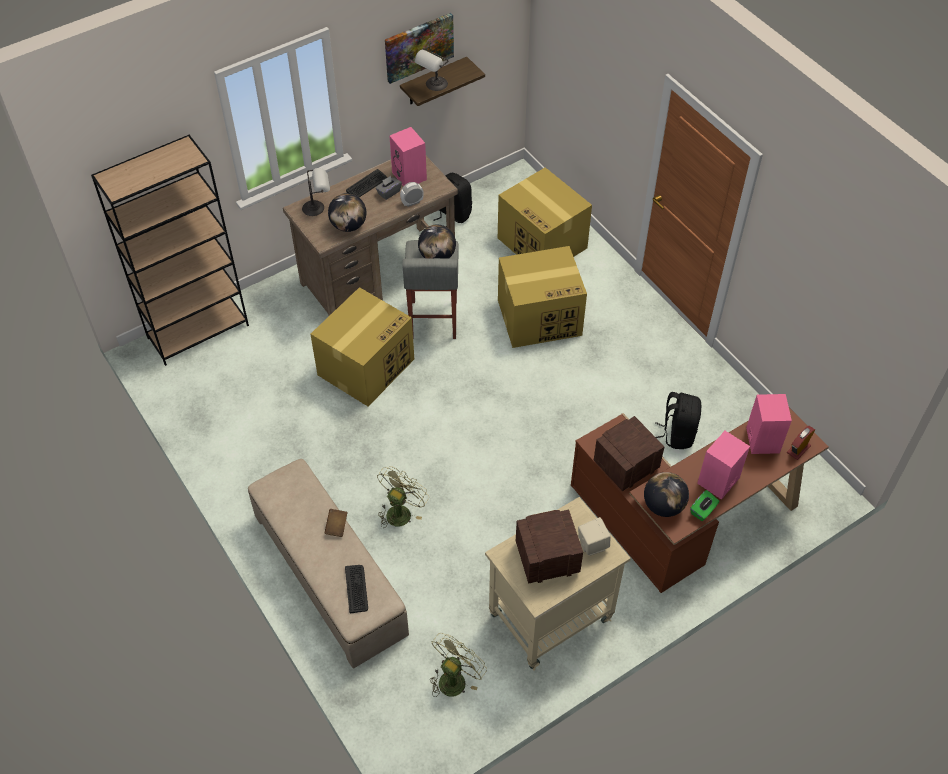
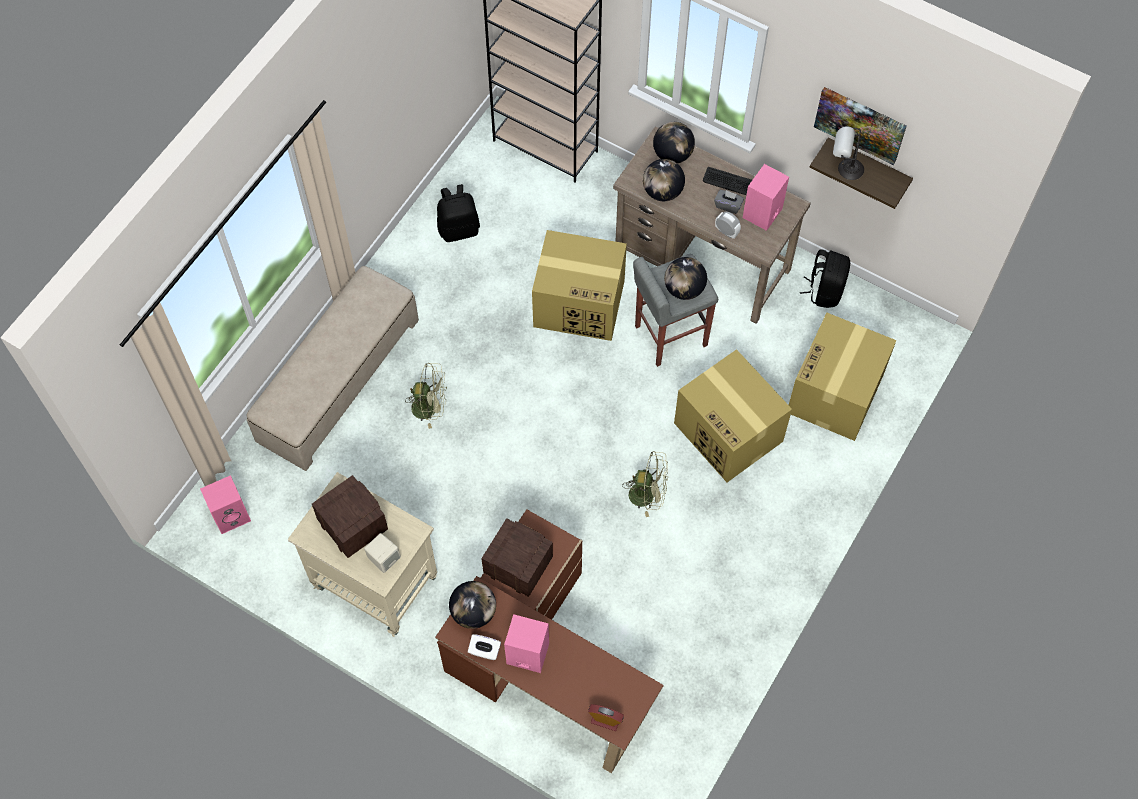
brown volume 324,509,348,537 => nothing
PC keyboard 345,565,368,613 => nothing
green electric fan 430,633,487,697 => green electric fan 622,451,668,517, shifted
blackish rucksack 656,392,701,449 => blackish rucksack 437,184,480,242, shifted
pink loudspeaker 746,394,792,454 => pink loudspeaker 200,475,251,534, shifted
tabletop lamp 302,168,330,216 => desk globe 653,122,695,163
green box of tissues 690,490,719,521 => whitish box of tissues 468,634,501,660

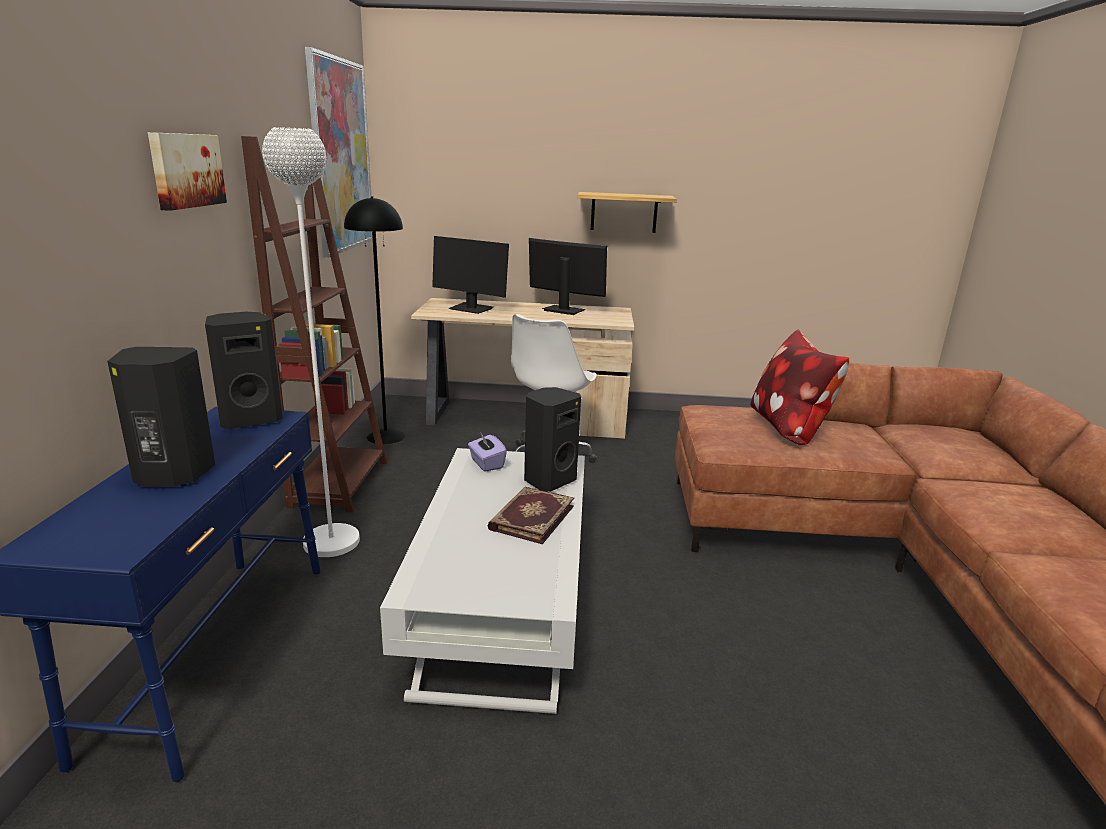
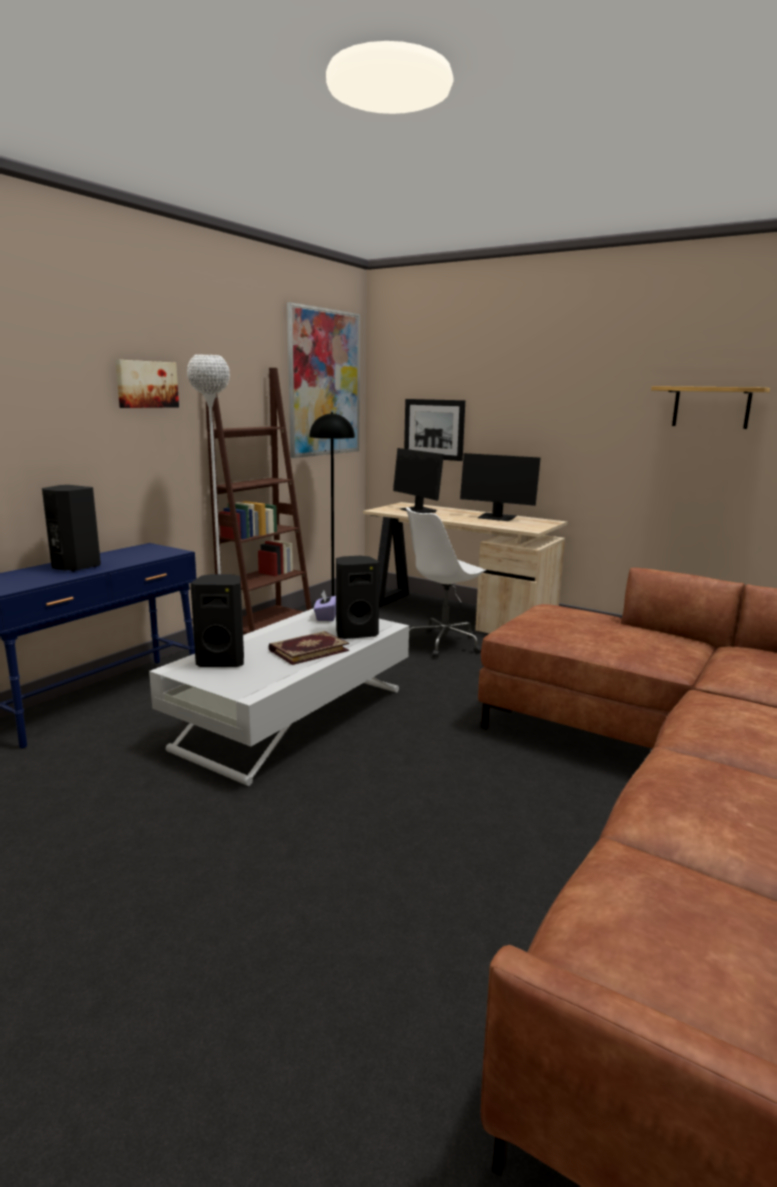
cushion 750,329,849,445 => nothing
nothing => wall art 404,399,465,461
blackish loudspeaker 205,312,283,429 => blackish loudspeaker 190,574,244,667, shifted
wall shelf 577,192,677,233 => wall shelf 651,386,770,429, shifted
computer screen 529,238,607,315 => computer screen 460,453,541,521, 150 degrees clockwise

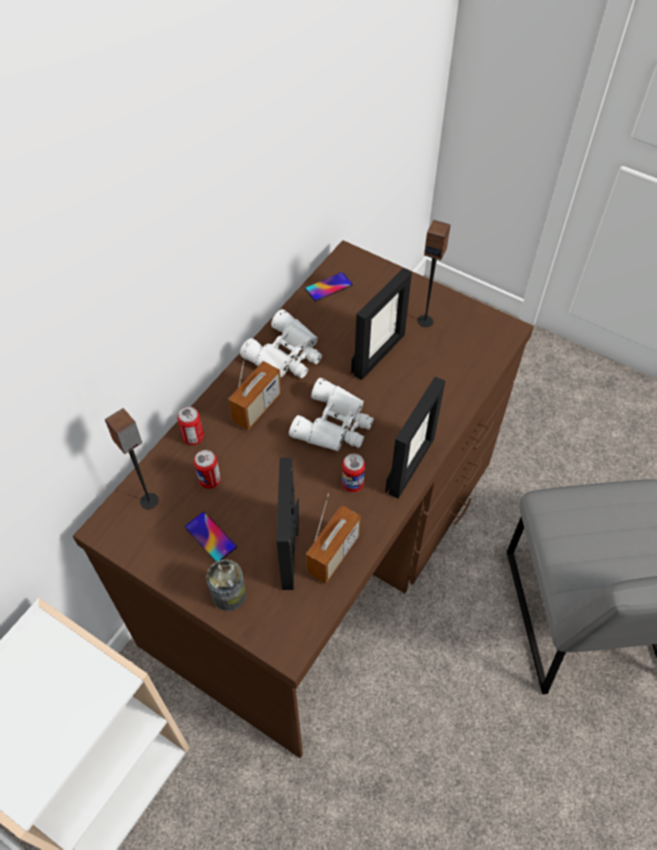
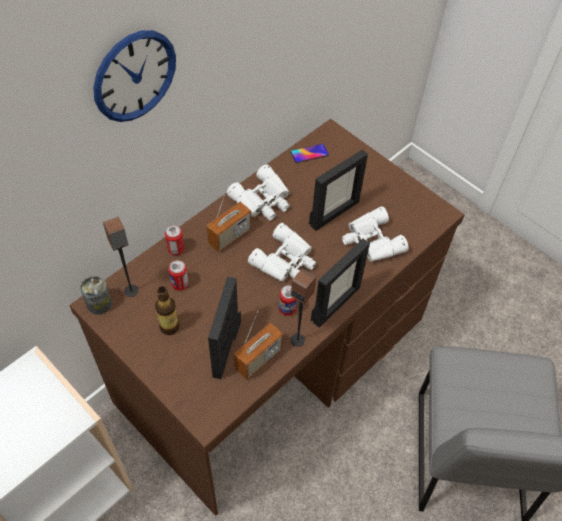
nothing => clock on the wall 93,30,176,122
nothing => whitish field glasses 342,206,409,262
metal can 206,560,246,611 => metal can 80,276,112,315, shifted
loudspeaker 417,220,451,327 => loudspeaker 290,268,316,347, shifted
telephone 184,512,237,562 => drink bottle 155,286,179,335

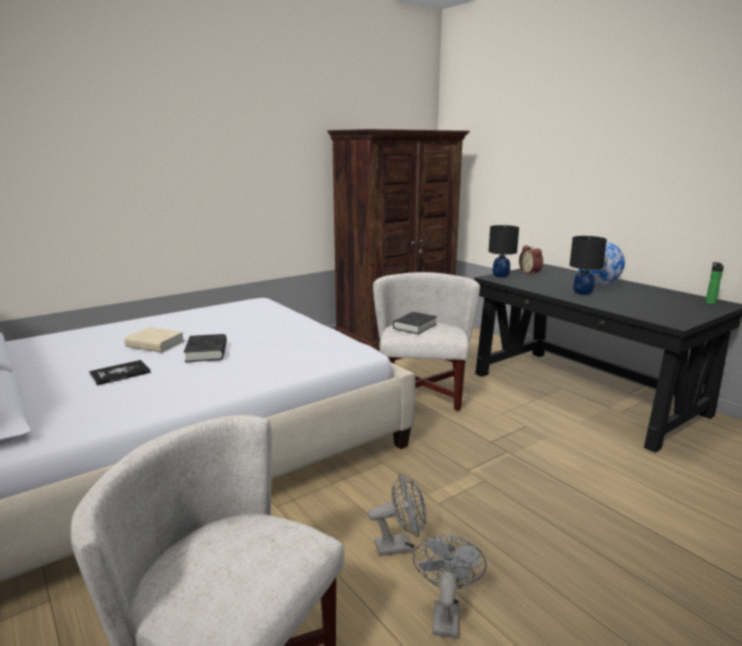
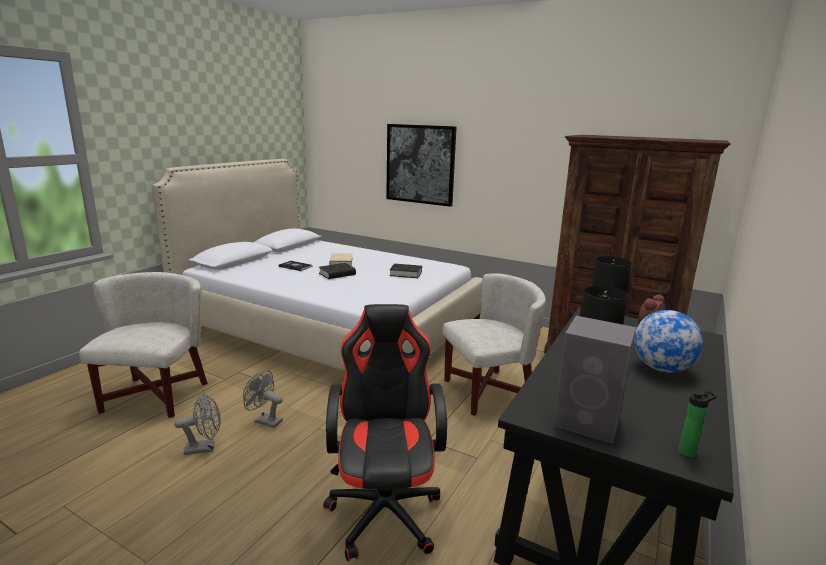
nothing => blackish desk chair 323,304,447,562
nothing => wall art 386,124,457,207
nothing => greyish loudspeaker 553,316,636,444
blackish volume 393,312,437,334 => blackish volume 390,264,422,278, shifted
greyish electric fan 368,473,426,556 => greyish electric fan 243,370,283,428, 150 degrees clockwise

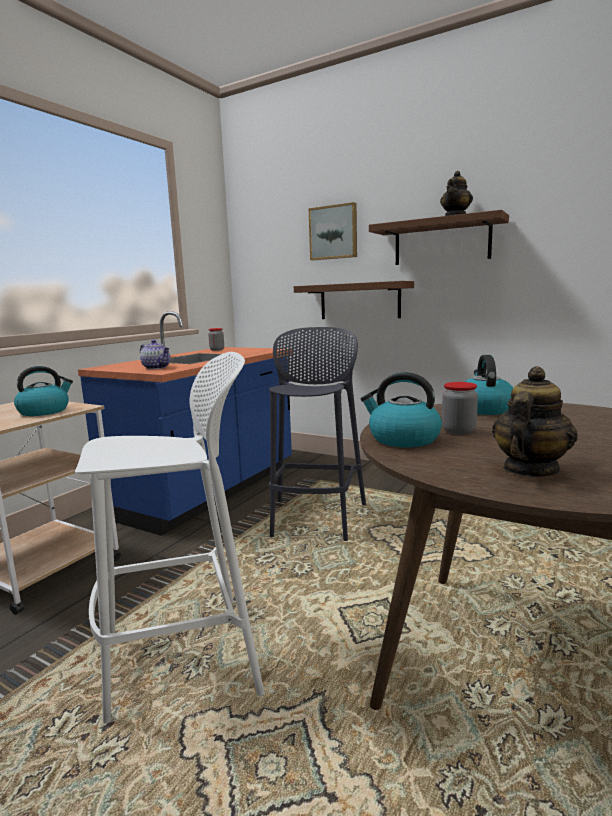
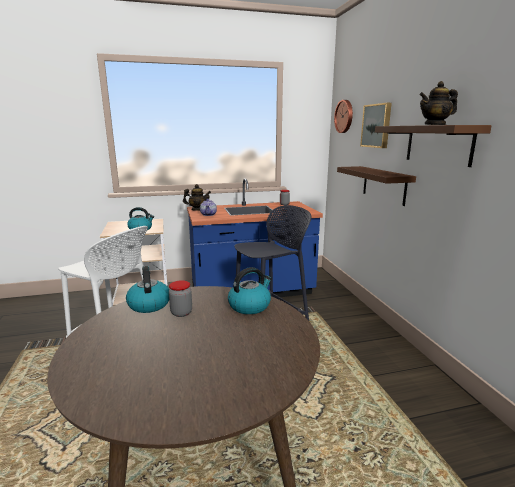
nothing => clock on the wall 334,100,353,133
pot for tea 492,366,578,477 => pot for tea 183,184,211,211, shifted

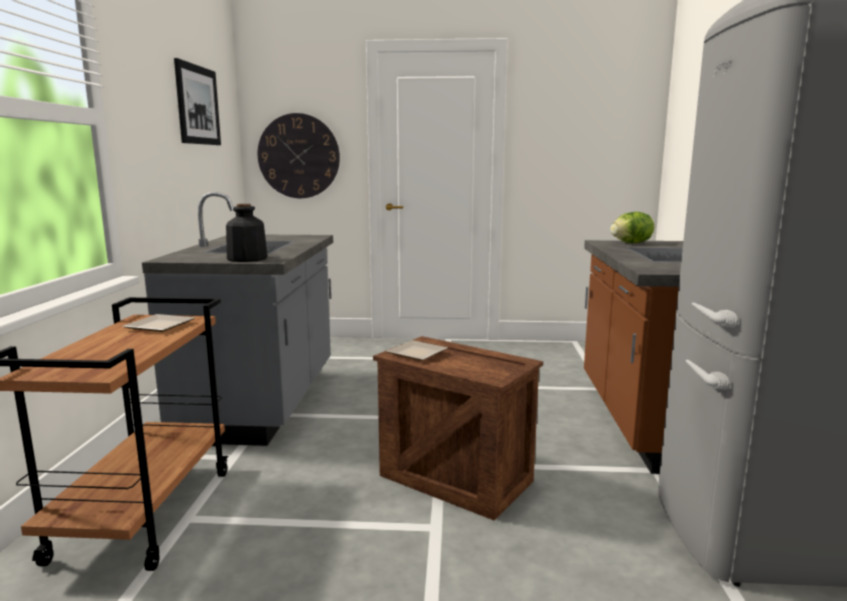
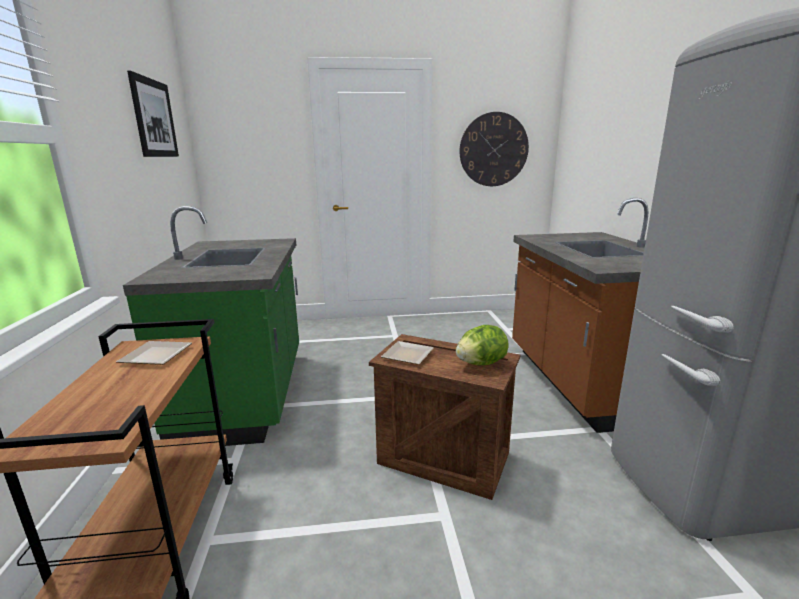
drink bottle 226,204,268,262 => nothing
clock on the wall 257,113,340,198 => clock on the wall 459,112,529,186, shifted
head of lettuce 610,212,654,243 => head of lettuce 456,325,509,366, shifted
greyish counter 142,192,333,446 => green counter 123,206,299,446

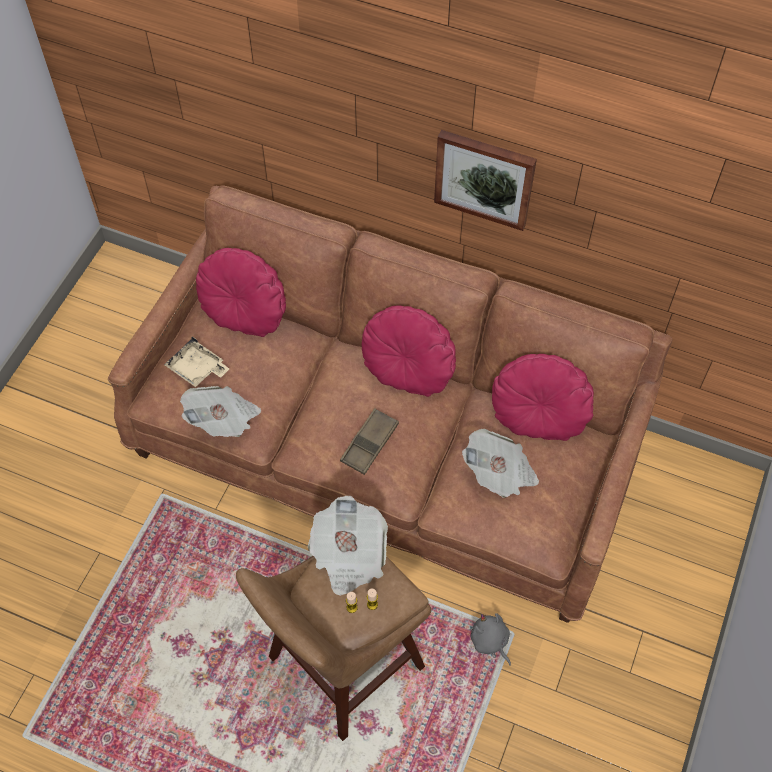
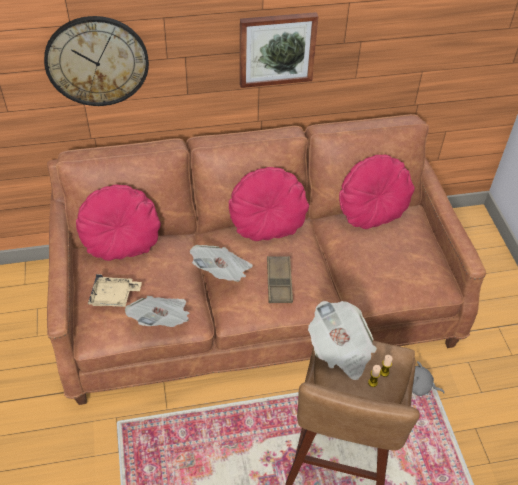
nothing => clock on the wall 44,16,149,106
daily paper 462,429,539,498 => daily paper 190,245,253,282, shifted

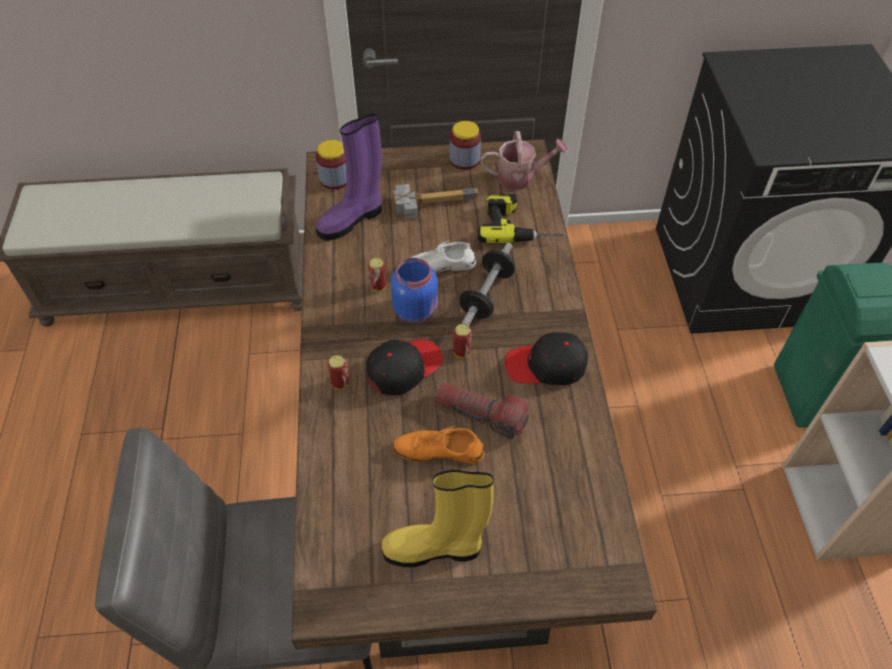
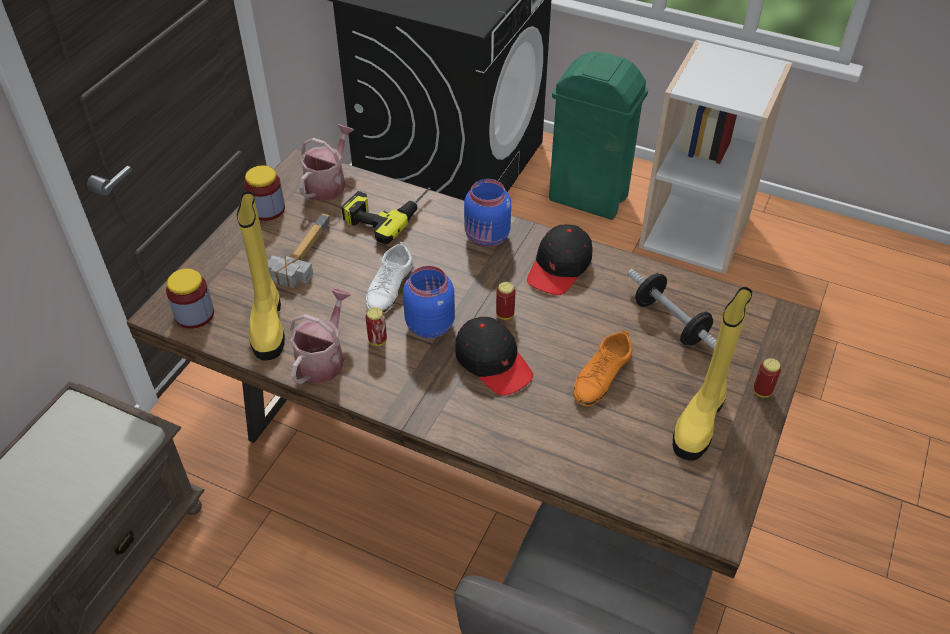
hand torch 434,382,529,439 => nothing
nothing => watering can 290,289,351,384
nothing => blue jar 464,179,511,247
metal can 328,355,349,390 => metal can 753,358,781,398, shifted
dumbbell 459,243,515,327 => dumbbell 627,269,717,349, shifted
purple-coloured high-top boot 316,113,382,241 => yellow high-top boot 237,191,285,361
blackish baseball cap 366,339,443,396 => blackish baseball cap 455,316,533,396, 150 degrees clockwise

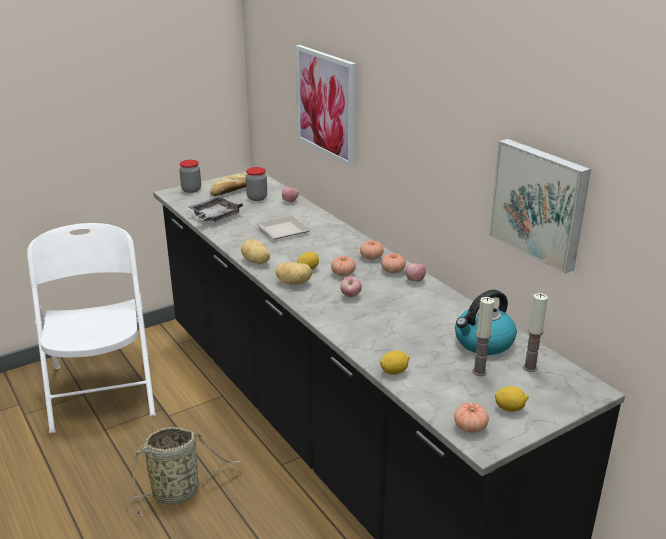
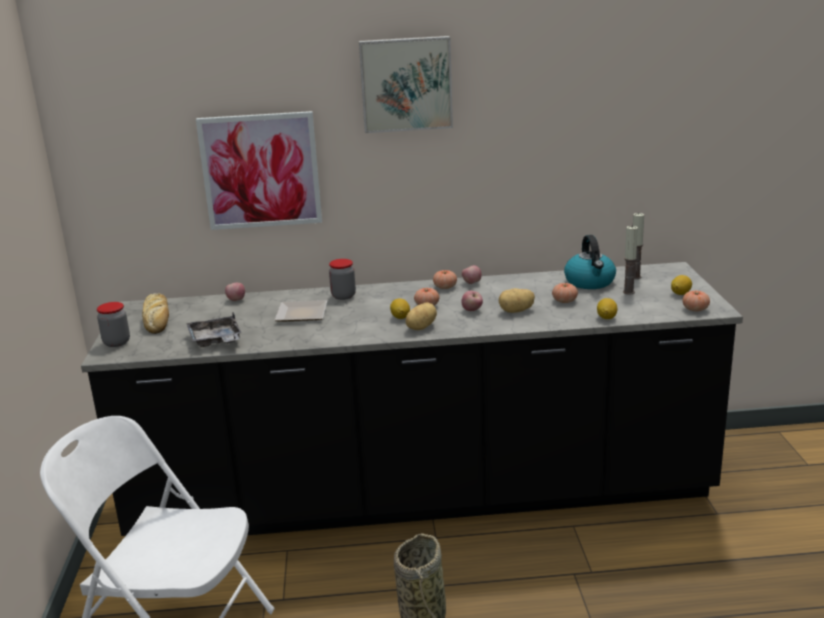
potato 241,239,270,264 => potato 498,288,535,313, shifted
jar 246,167,267,201 => jar 329,259,356,300, shifted
tomato 360,240,384,260 => tomato 552,283,578,303, shifted
wall art 489,139,591,274 => wall art 359,36,453,133, shifted

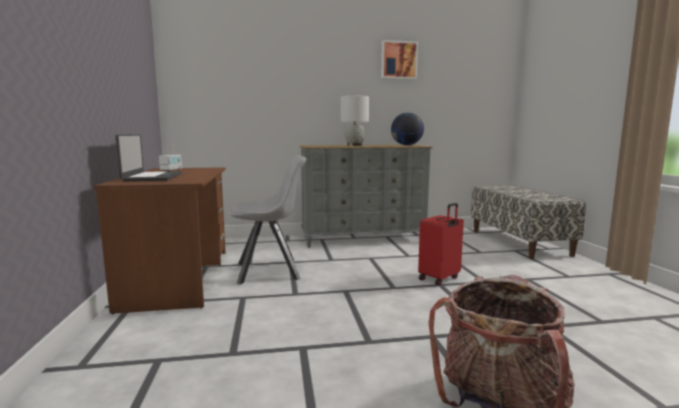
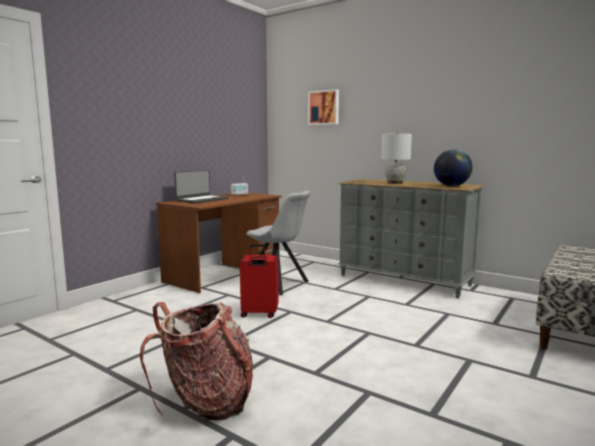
wall art 381,40,418,79 => wall art 308,89,339,125, shifted
red-coloured suitcase 418,203,464,286 => red-coloured suitcase 240,244,279,318, shifted

